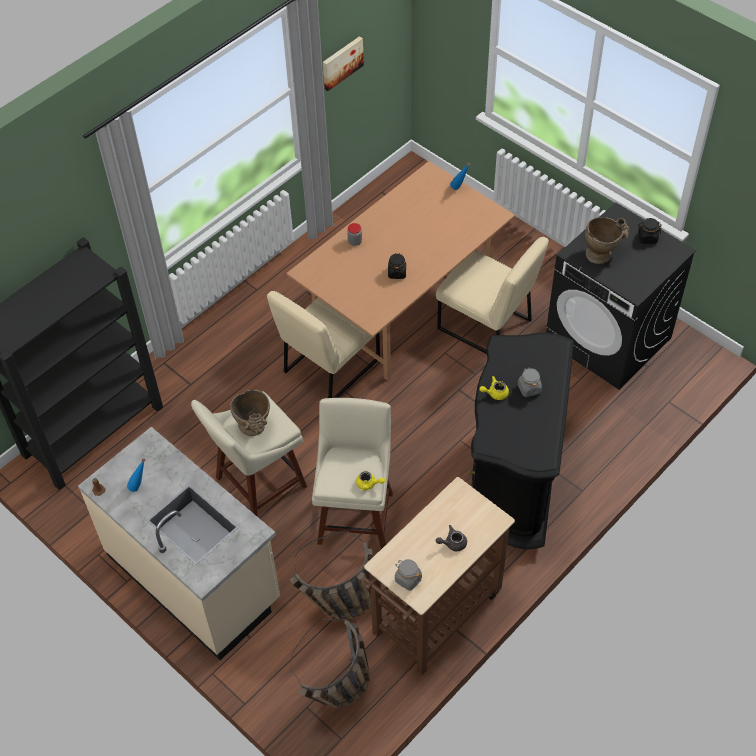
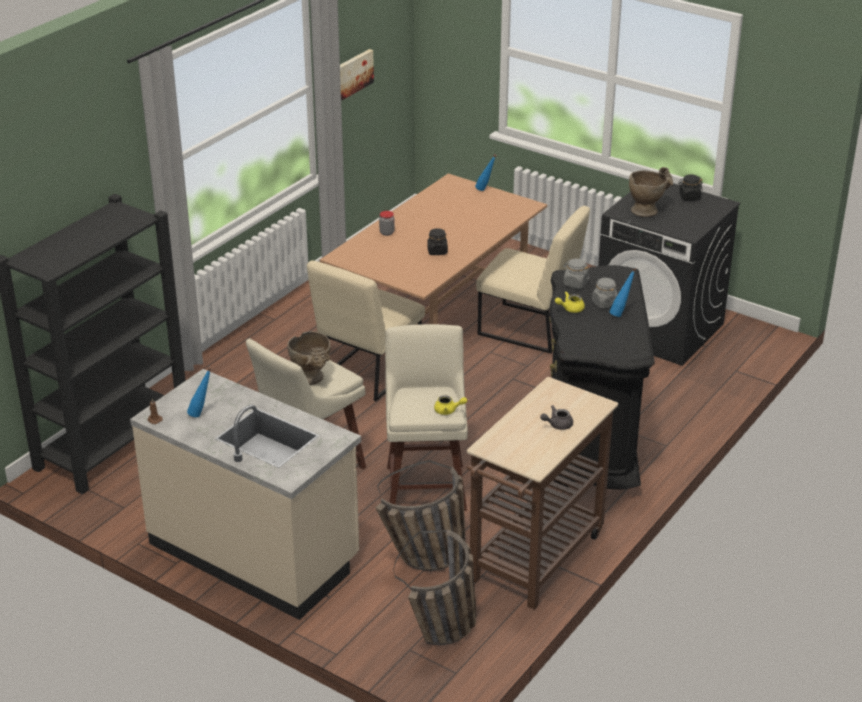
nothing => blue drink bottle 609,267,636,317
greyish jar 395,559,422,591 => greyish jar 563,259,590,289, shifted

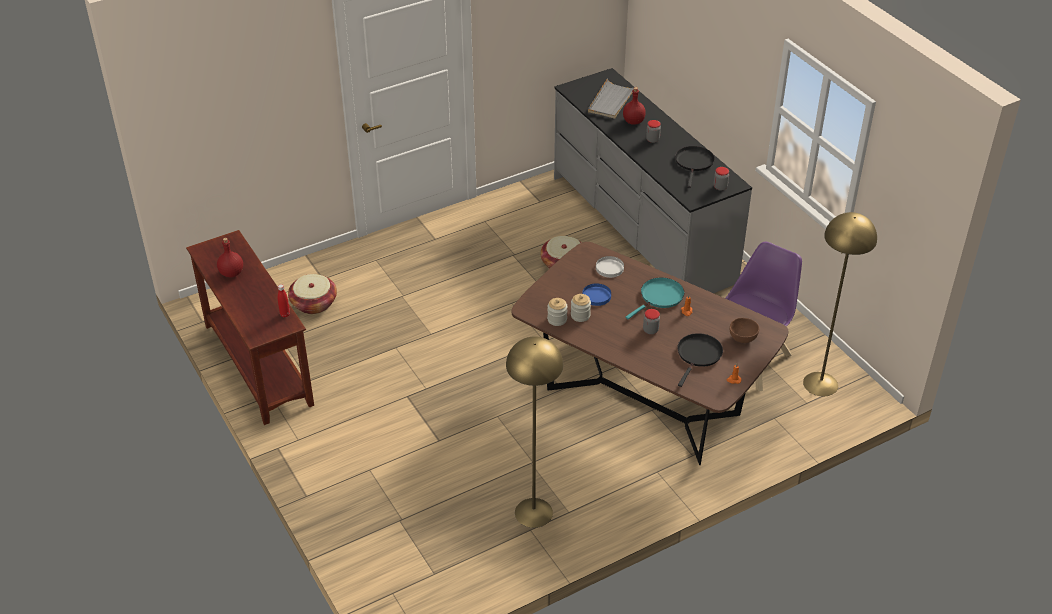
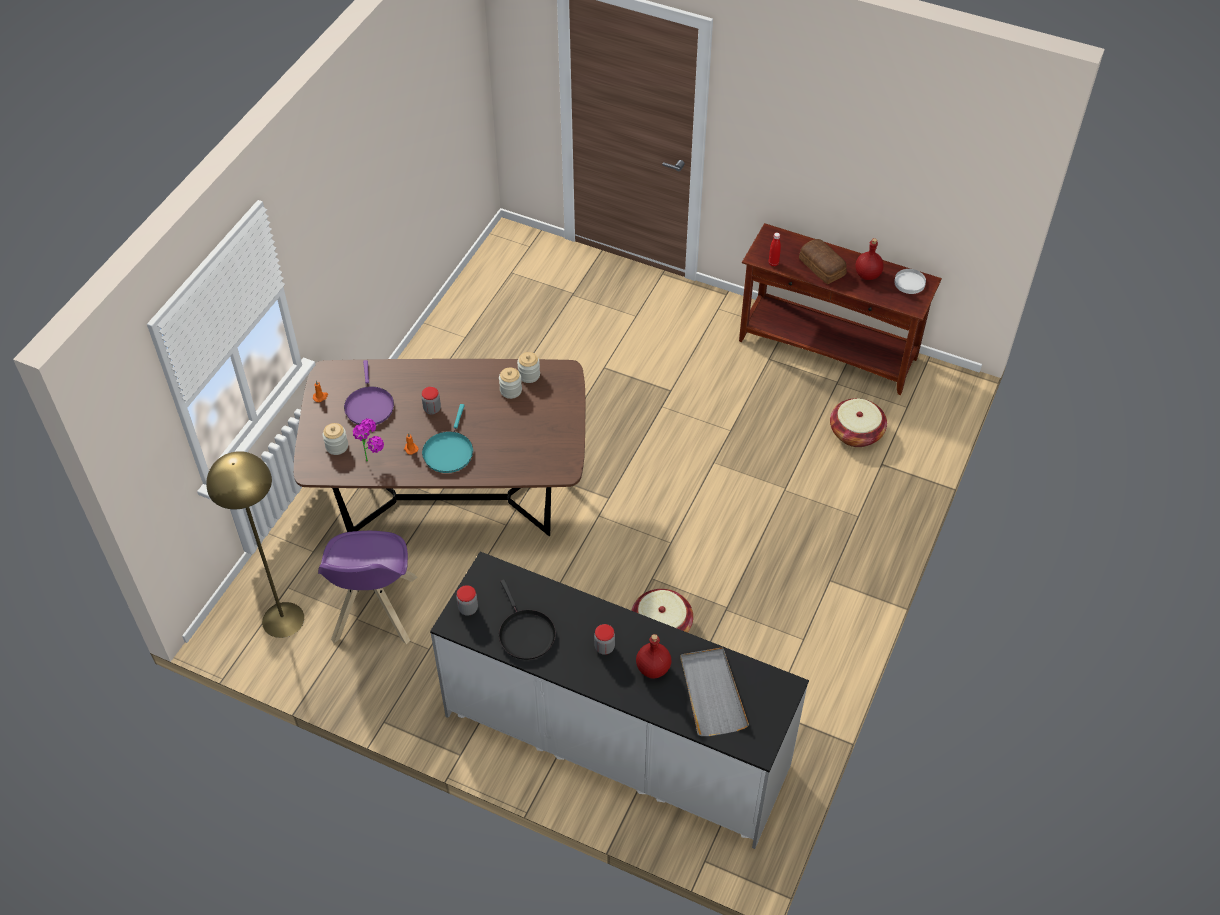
yellow standard lamp 506,336,563,528 => nothing
blue flat dish 582,283,611,306 => nothing
nothing => houseplant 353,418,384,462
nothing => bread 799,239,847,284
whitish flat dish 596,256,624,278 => whitish flat dish 894,269,926,294, shifted
brown deep dish 730,318,759,343 => jar 322,423,348,455
blackish frying pan 677,333,723,387 => purple-coloured frying pan 344,360,394,426

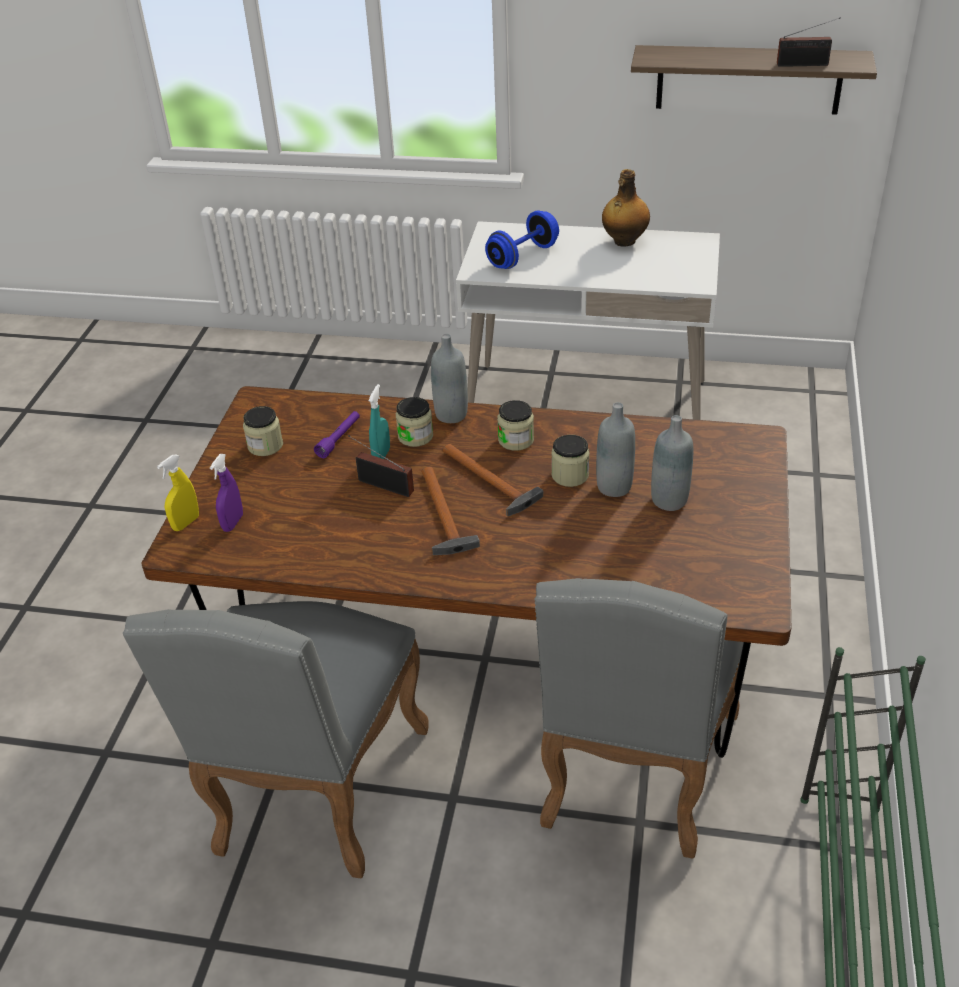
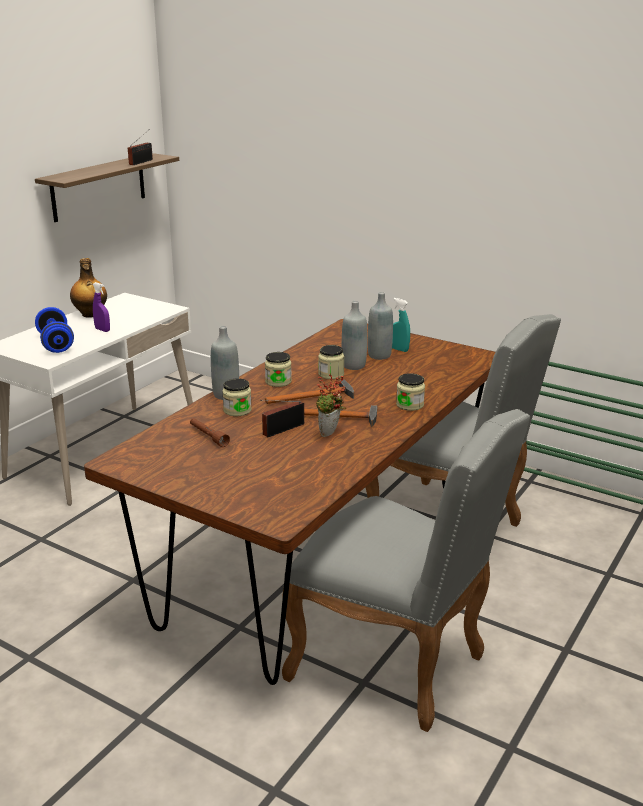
yellow hand sprayer 157,455,199,531 => nothing
nothing => houseplant 316,374,347,437
purple-coloured hand sprayer 210,454,243,532 => purple-coloured hand sprayer 93,282,110,332, shifted
jar 243,406,283,456 => jar 396,373,425,411, shifted
turquoise-coloured hand sprayer 369,384,390,459 => turquoise-coloured hand sprayer 392,298,410,352, shifted
purple-coloured hand torch 314,411,360,458 => brown hand torch 190,418,230,447

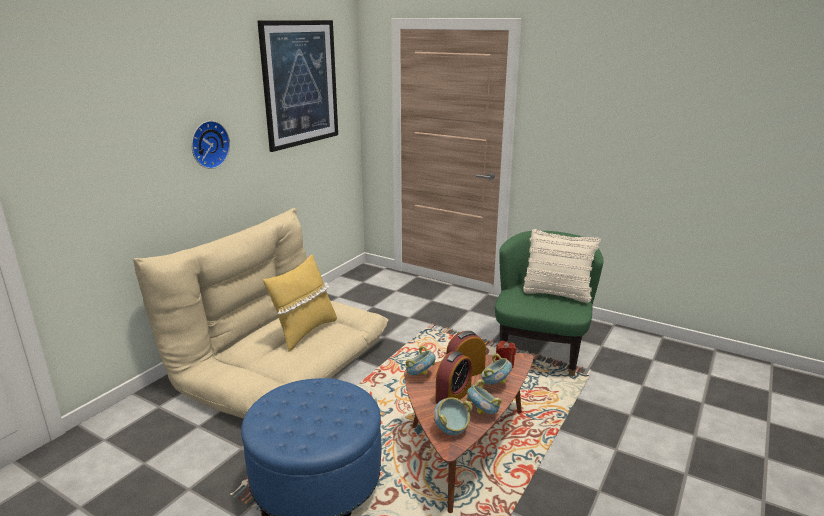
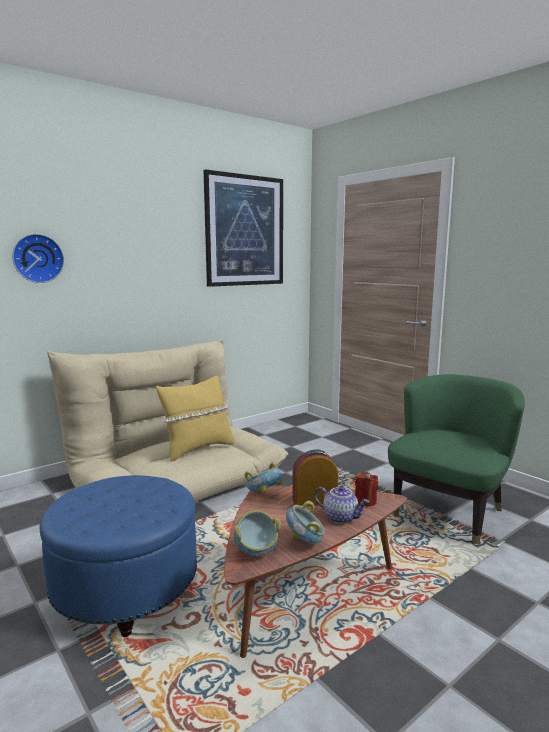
table clock 435,351,472,404 => nothing
sand-coloured cushion 523,229,601,303 => nothing
clock on the wall 191,121,230,169 => clock on the wall 12,234,64,283, shifted
deep dish 481,353,512,385 => pot for tea 314,486,369,524

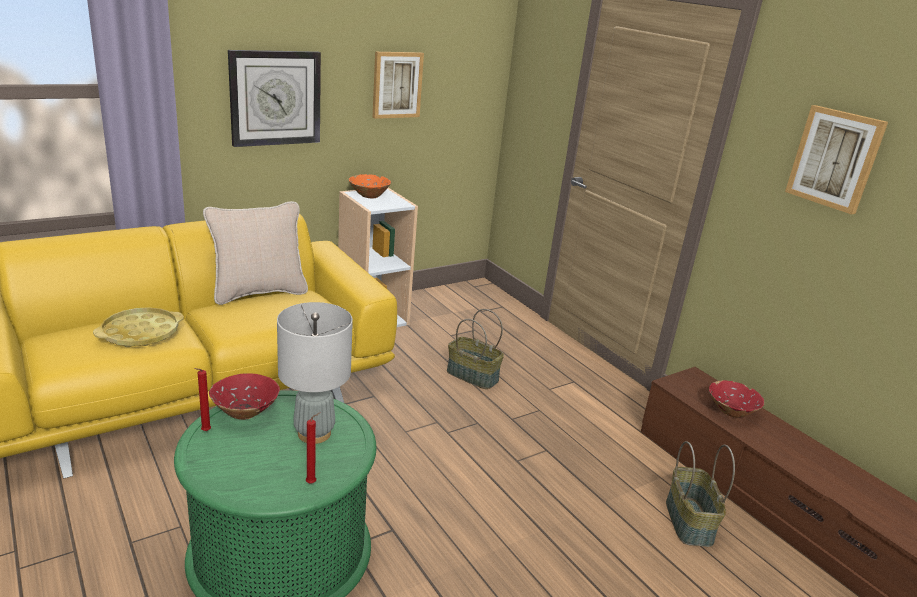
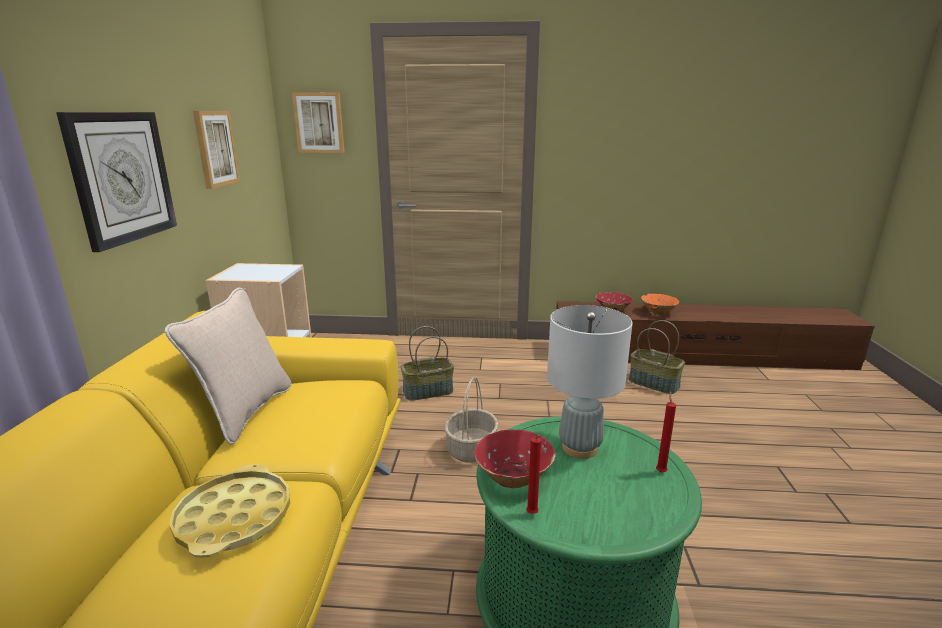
nothing => household basket 444,377,498,463
orange-coloured deep dish 349,174,391,198 => orange-coloured deep dish 641,294,679,315, shifted
wall art 785,105,888,215 => wall art 292,92,345,153, shifted

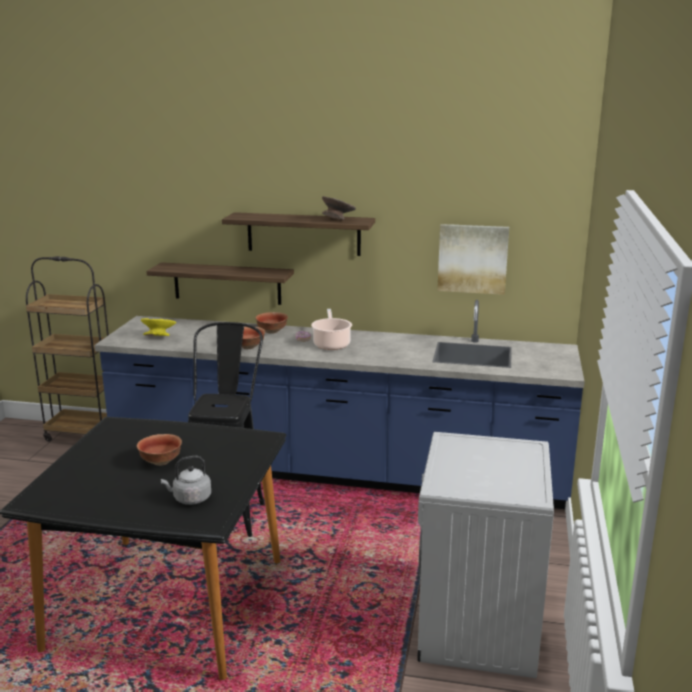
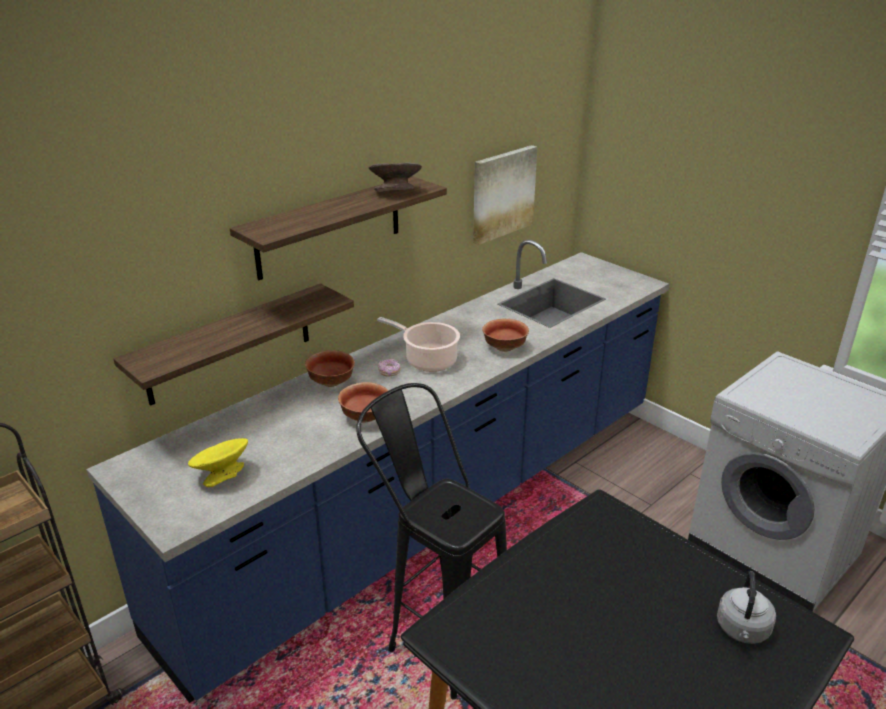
deep dish 137,434,182,466 => deep dish 482,319,529,352, shifted

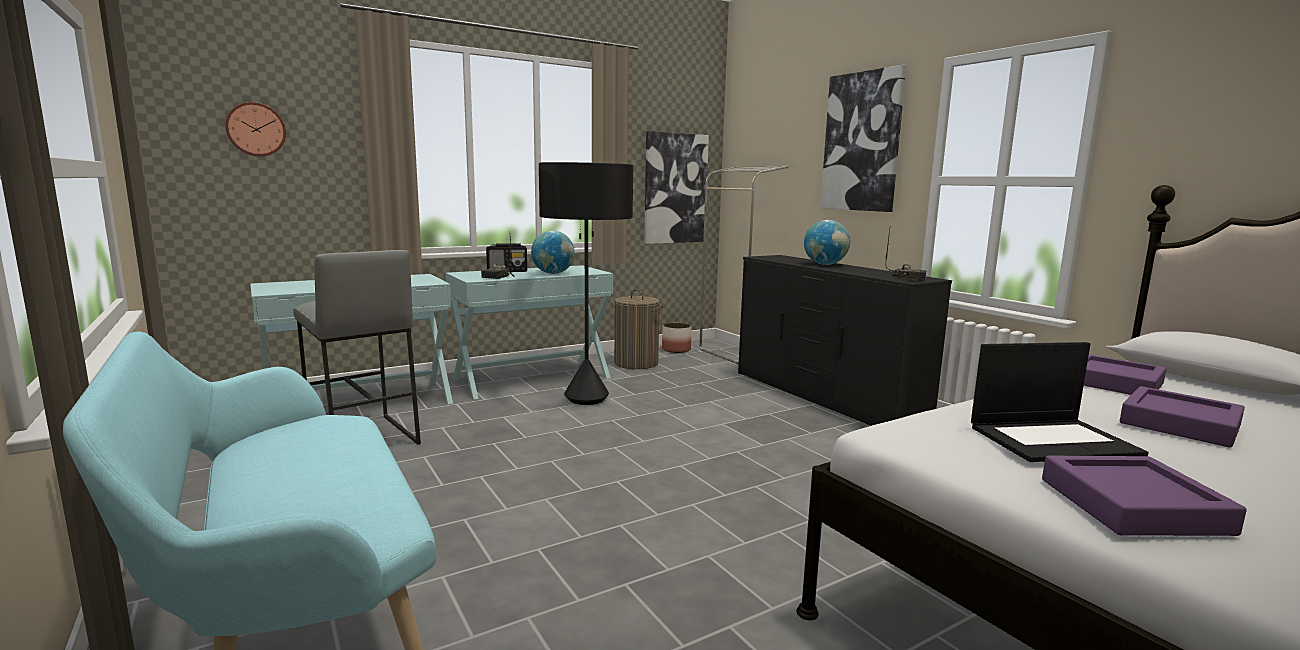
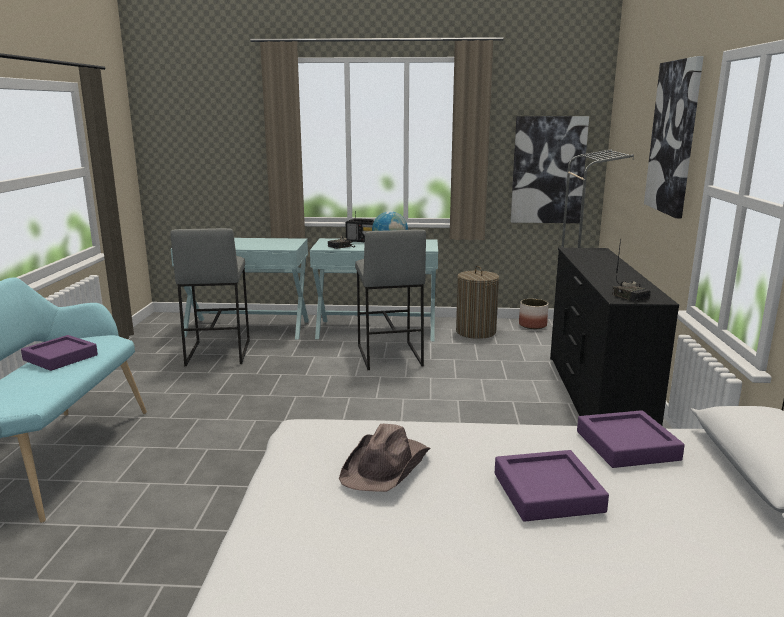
clock on the wall 225,102,286,157 => nothing
desk globe 804,220,850,265 => nothing
purple-coloured carrying tray 1042,456,1247,536 => purple-coloured carrying tray 21,335,98,371, shifted
blackish standard lamp 539,162,633,405 => greyish stool 355,229,426,370
notebook computer 971,342,1149,462 => brown hat 339,424,431,492

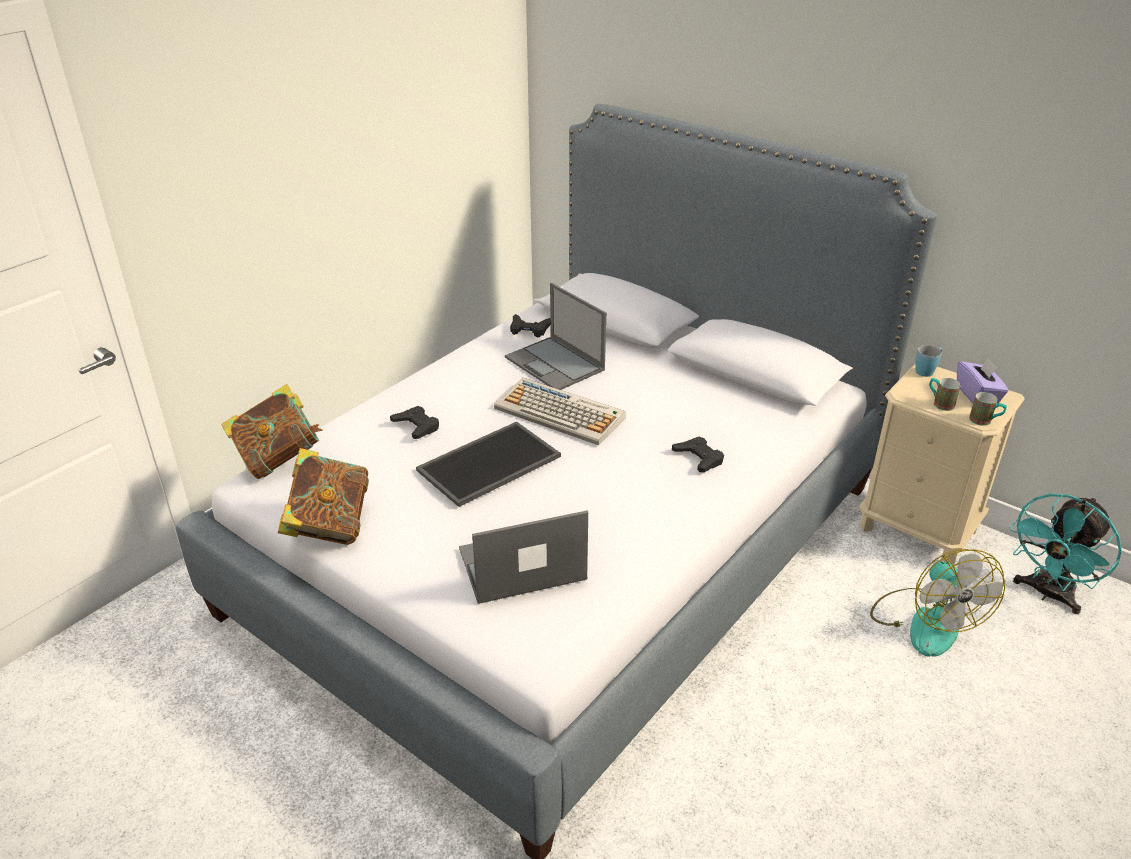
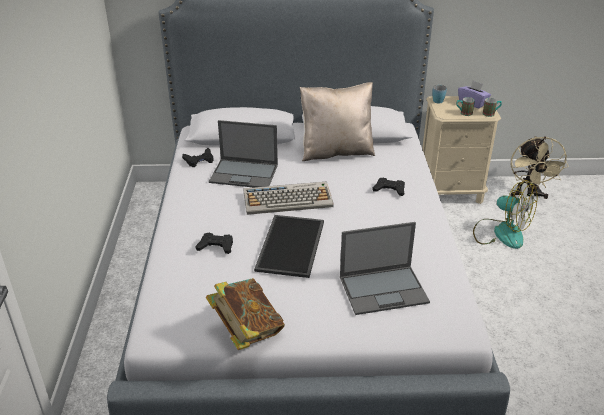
volume 221,384,323,479 => nothing
nothing => sand-coloured cushion 300,82,375,161
turquoise-coloured electric fan 1010,494,1122,614 => sand-coloured electric fan 511,136,569,199
notebook computer 459,510,588,604 => notebook computer 340,222,430,315, 135 degrees counterclockwise

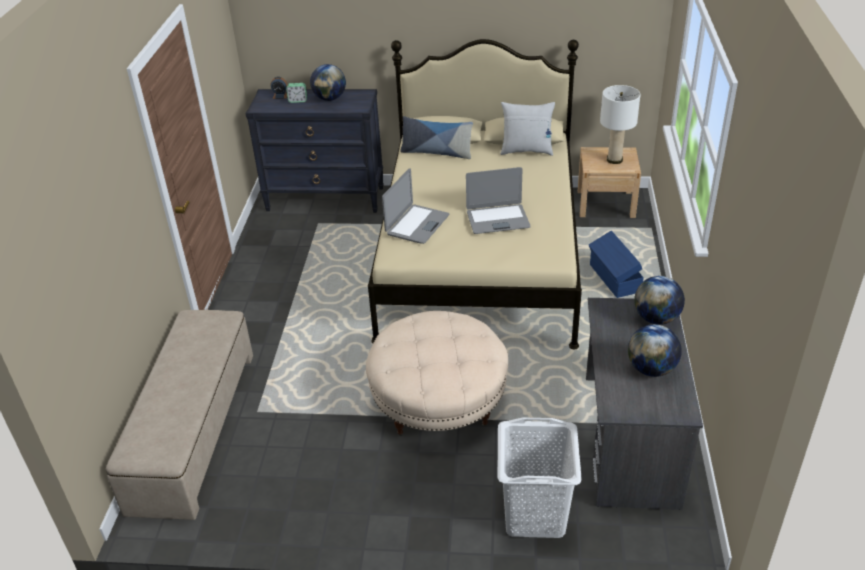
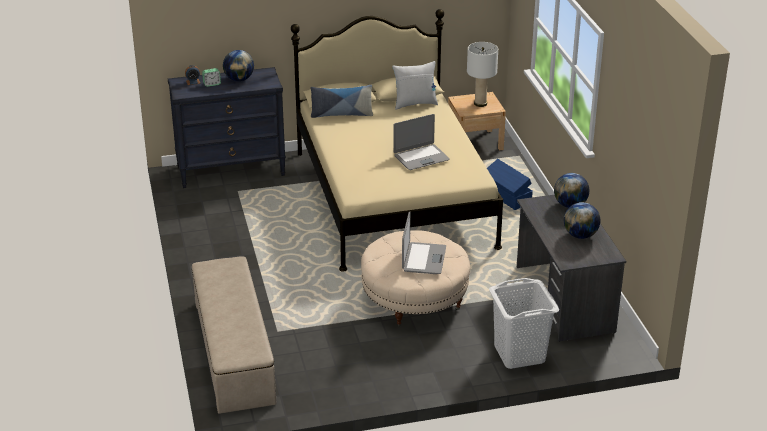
notebook computer 382,169,449,244 => notebook computer 402,212,446,274, shifted

